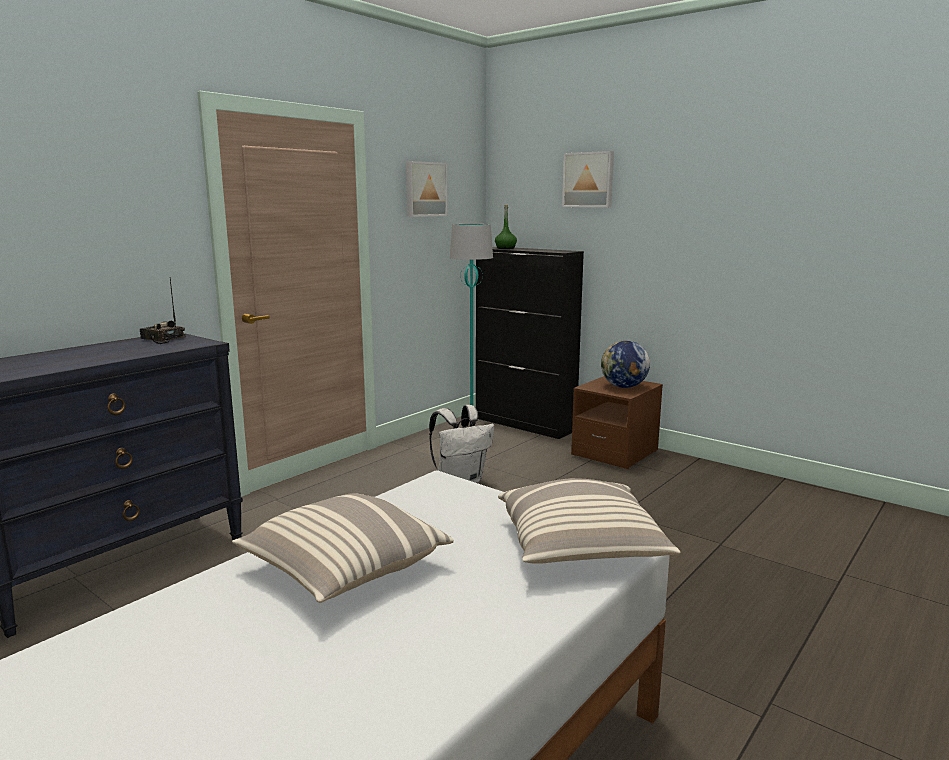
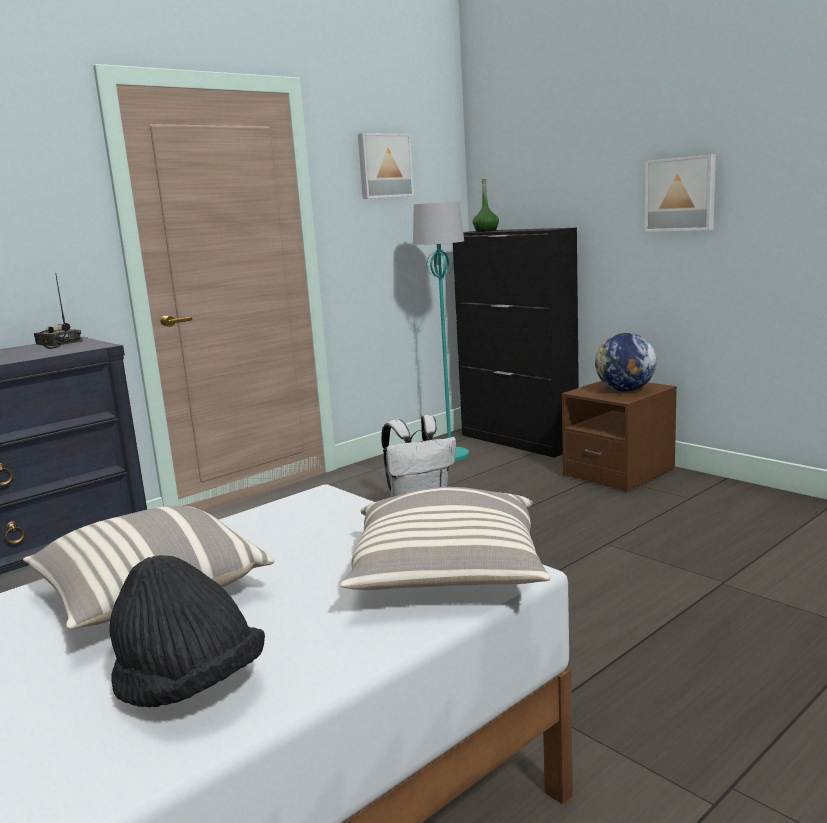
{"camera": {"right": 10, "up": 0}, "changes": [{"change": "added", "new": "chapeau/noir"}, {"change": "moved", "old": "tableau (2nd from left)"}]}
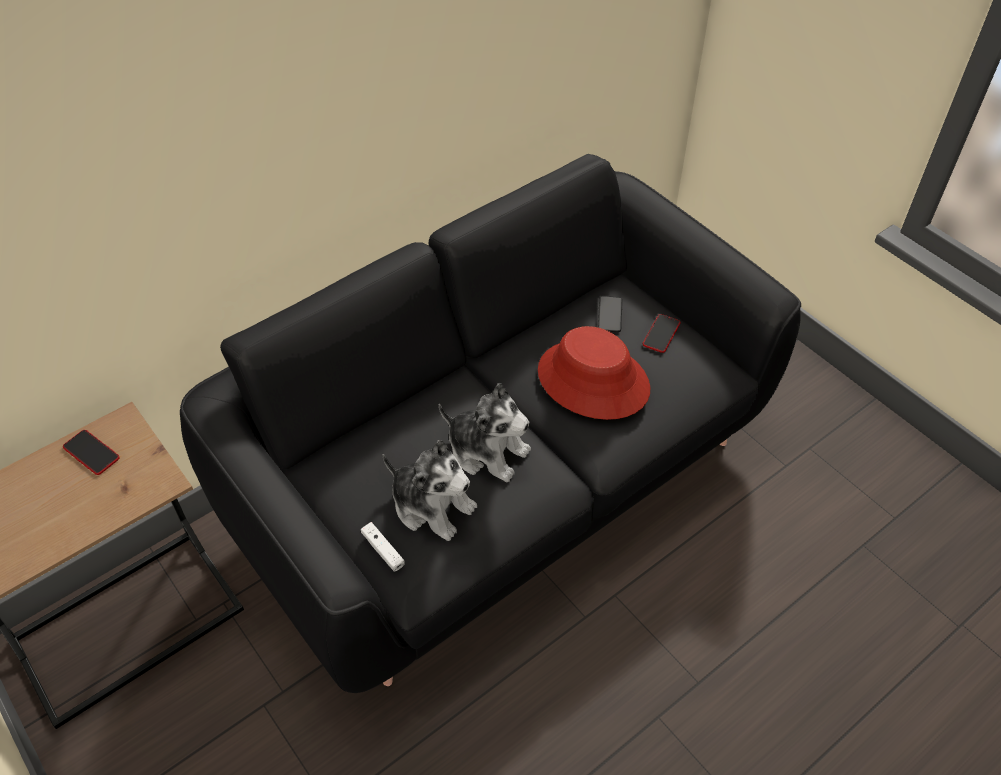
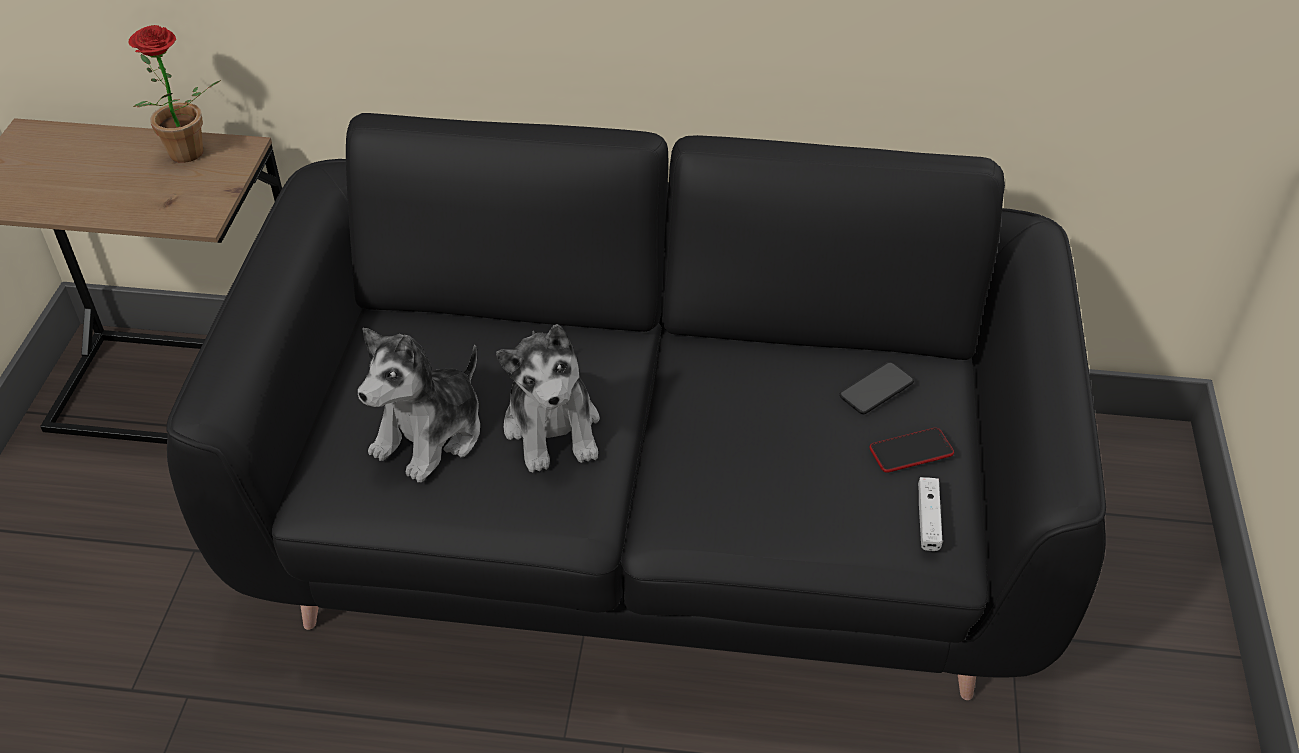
{"camera": {"right": 45, "up": -5}, "changes": [{"change": "replaced", "old": "téléphone (1st from left)", "new": "plante en pot"}, {"change": "turned", "old": "peluche (1st from left)", "degrees": 45}, {"change": "moved", "old": "manette/blanc"}, {"change": "removed", "old": "chapeau/rouge"}]}
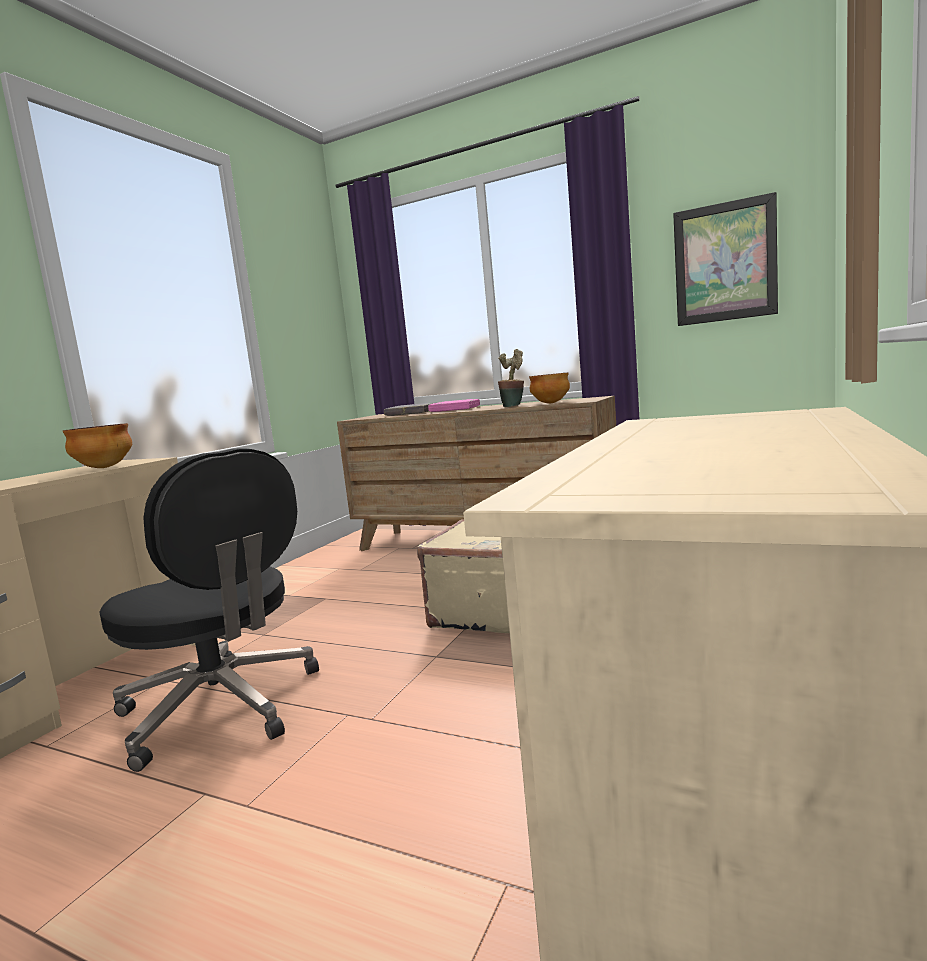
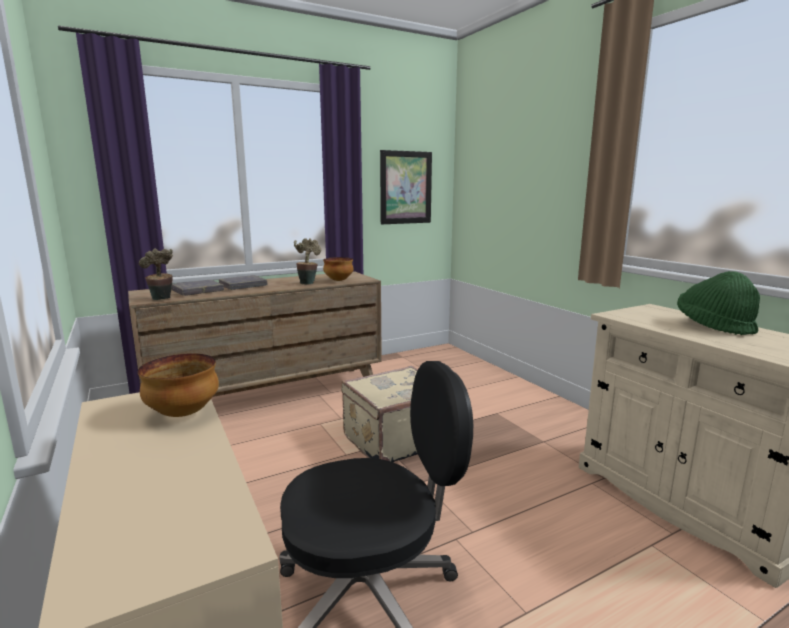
{"camera": {"right": -55, "up": 5}, "changes": [{"change": "added", "new": "plante en pot (1st from left)"}, {"change": "recoloured", "old": "livre/rose", "new": "livre/gris (2nd from left)"}, {"change": "added", "new": "chapeau/vert"}]}
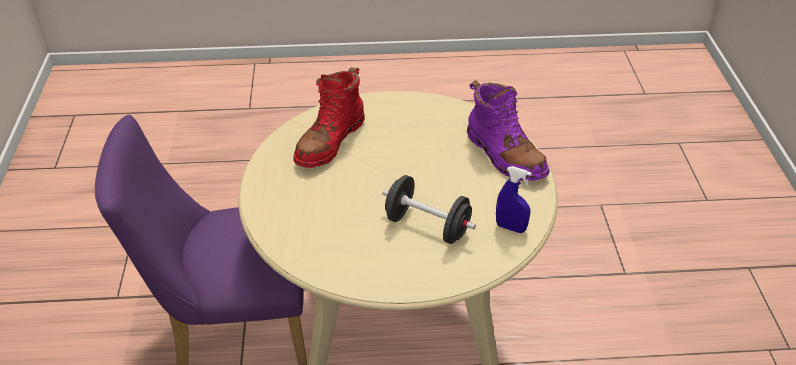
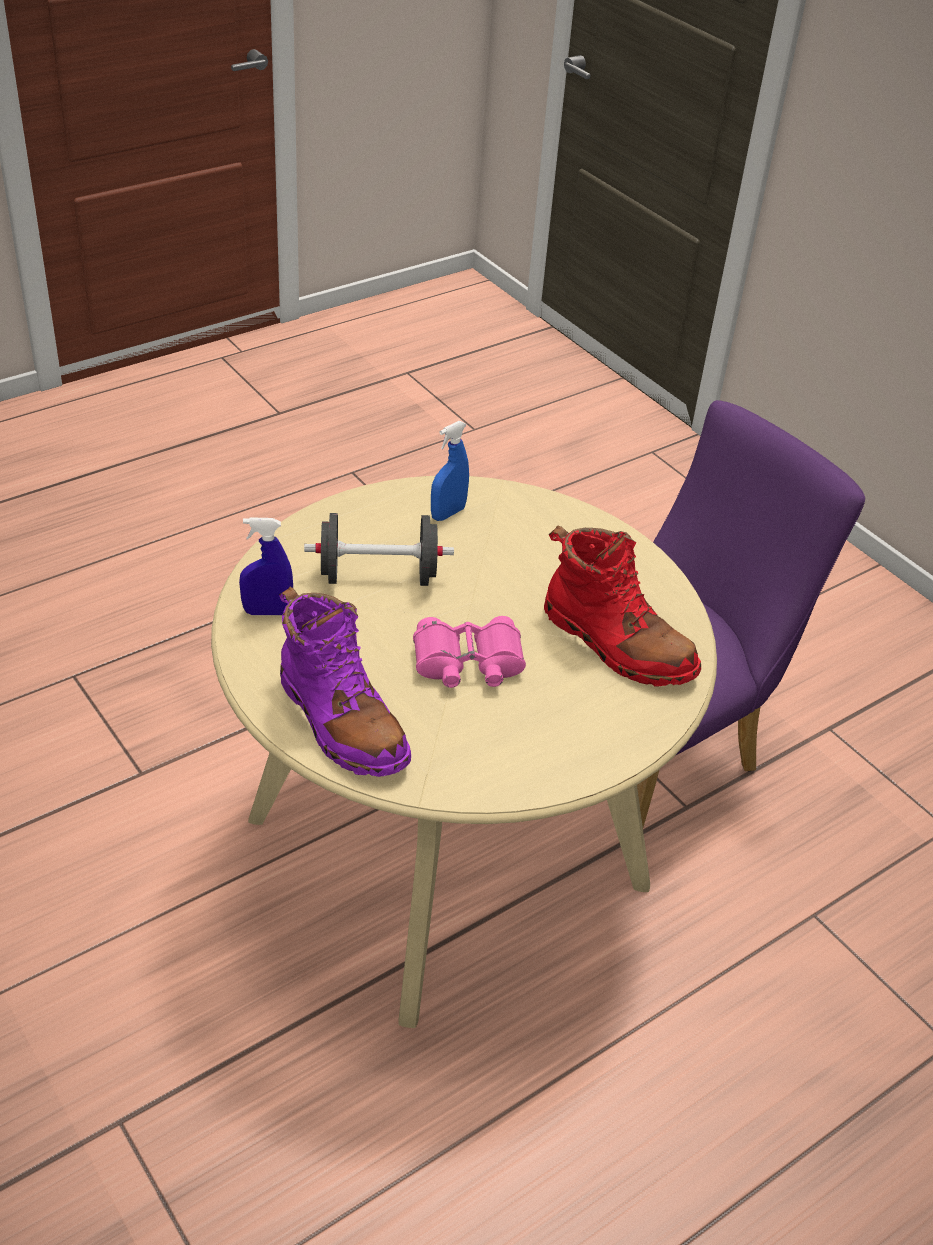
{"camera": {"right": 145, "up": 0}, "changes": [{"change": "turned", "old": "botte/violet", "degrees": -150}, {"change": "added", "new": "jumelles/rose"}, {"change": "added", "new": "vaporisateur/bleu (2nd from left)"}, {"change": "turned", "old": "botte/rouge", "degrees": 135}]}
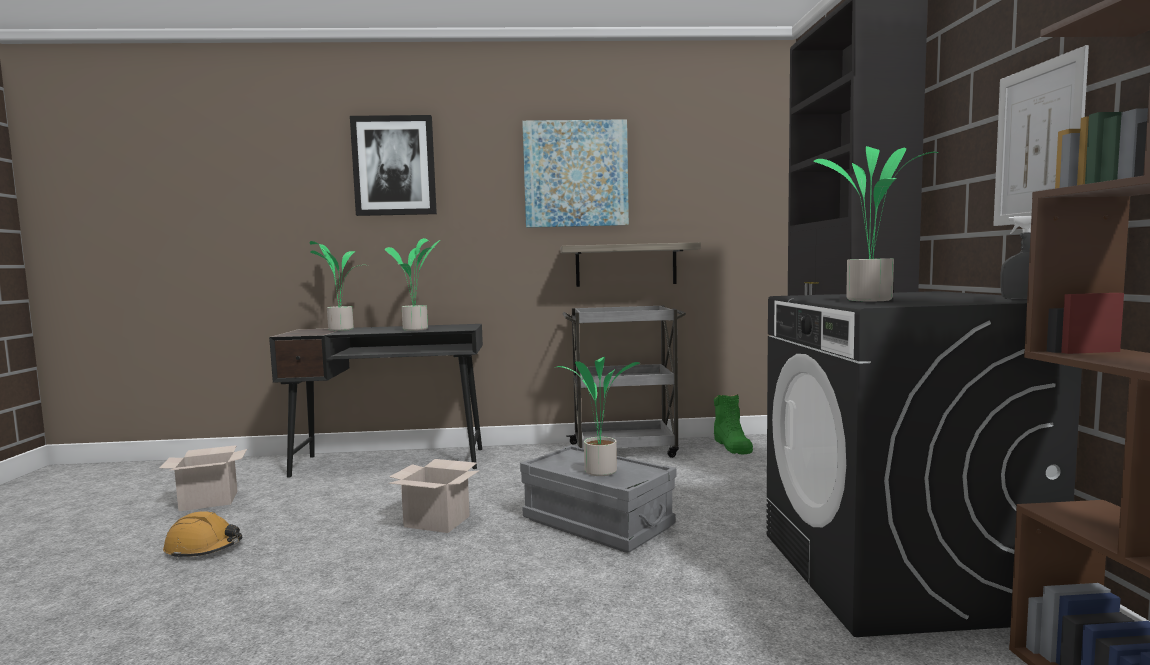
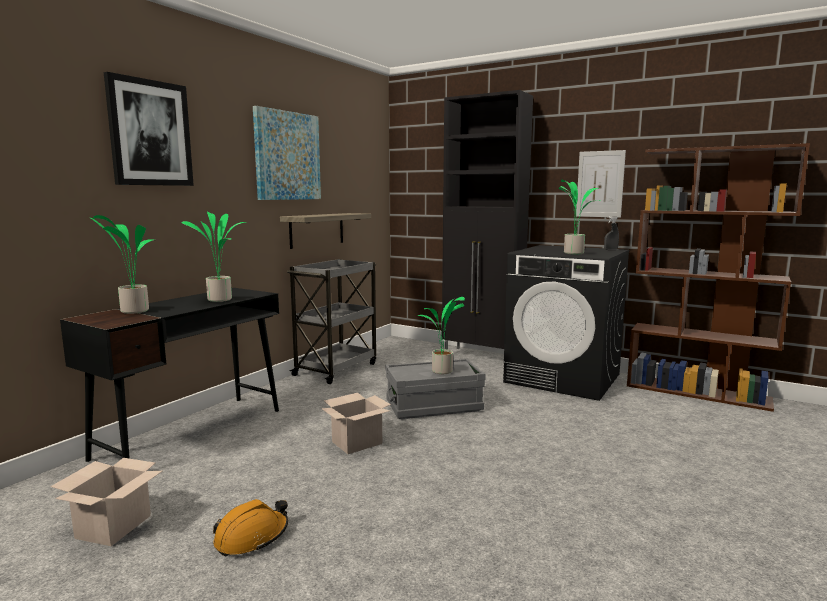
{"camera": {"right": -55, "up": 5}, "changes": [{"change": "removed", "old": "botte/vert"}]}
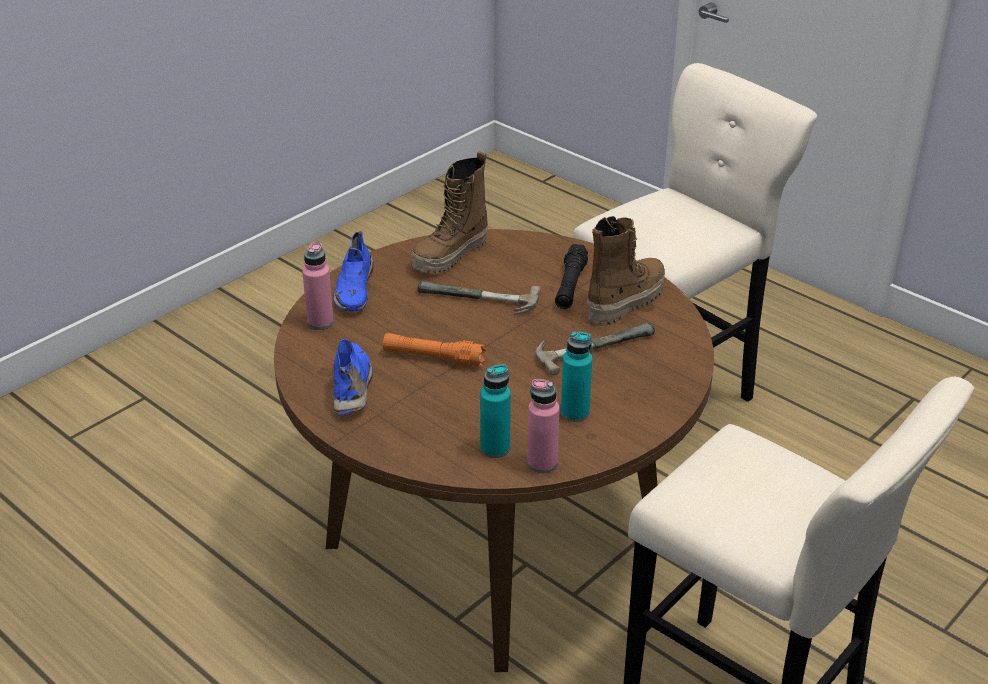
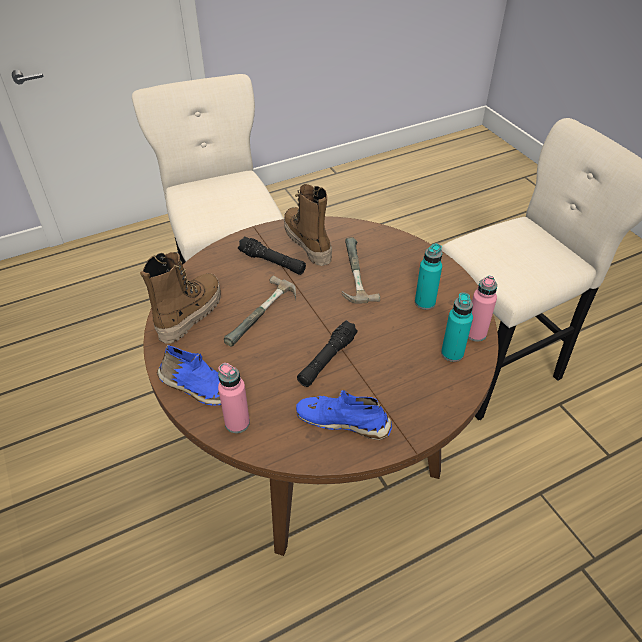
{"camera": {"right": -70, "up": 10}, "changes": [{"change": "turned", "old": "botte (1st from left)", "degrees": -120}, {"change": "recoloured", "old": "lampe de poche/orange", "new": "lampe de poche/noir (2nd from left)"}]}
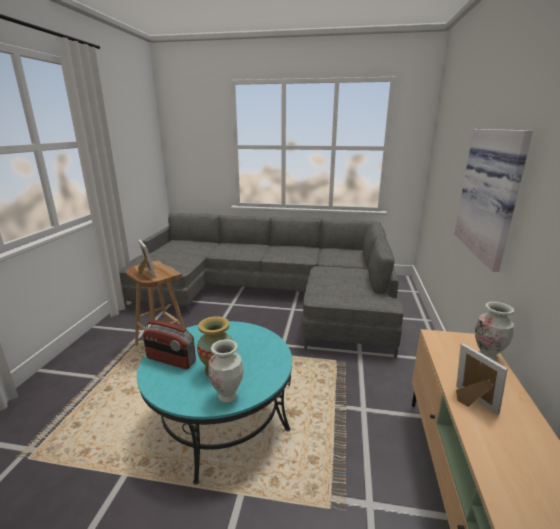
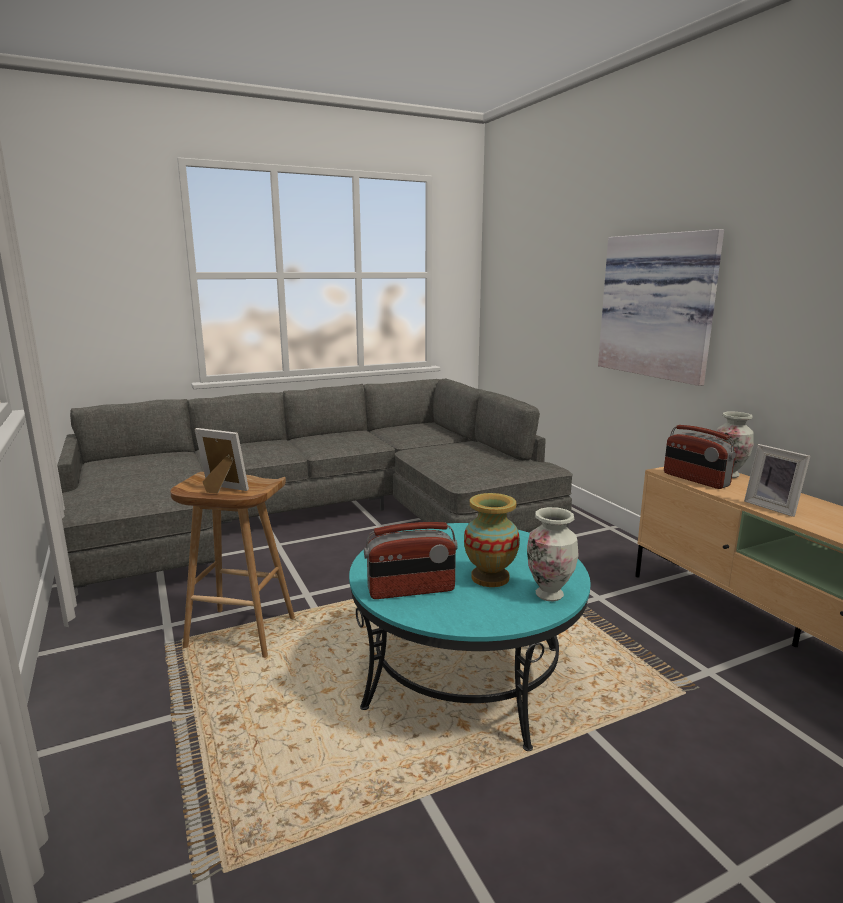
{"camera": {"right": -35, "up": -5}, "changes": [{"change": "added", "new": "radio (2nd from left)"}, {"change": "turned", "old": "cadre photo (2nd from left)", "degrees": -150}]}
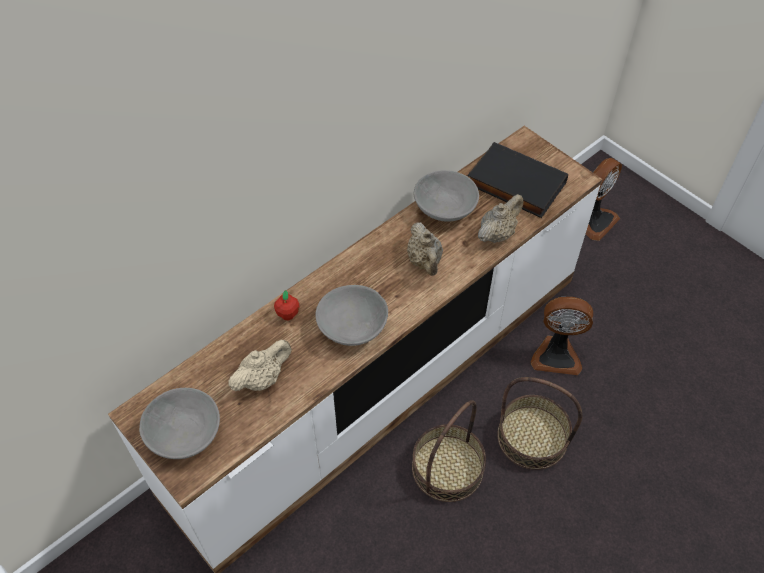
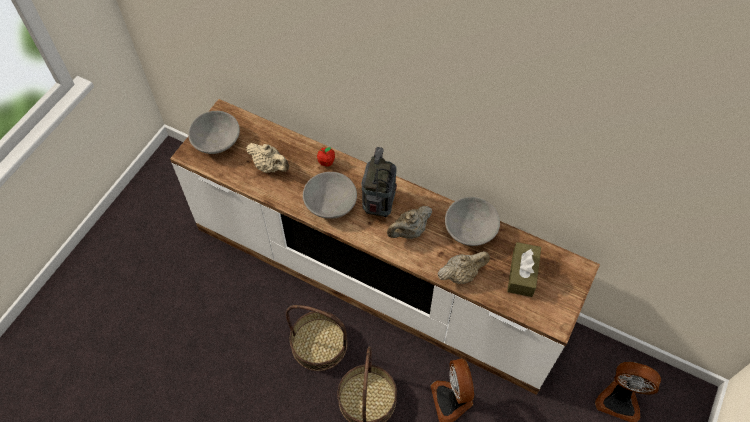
{"camera": {"right": 70, "up": 5}, "changes": [{"change": "added", "new": "radio"}, {"change": "turned", "old": "théière/beige (3rd from left)", "degrees": -45}, {"change": "replaced", "old": "livre/noir", "new": "boîte à mouchoirs/marron"}]}
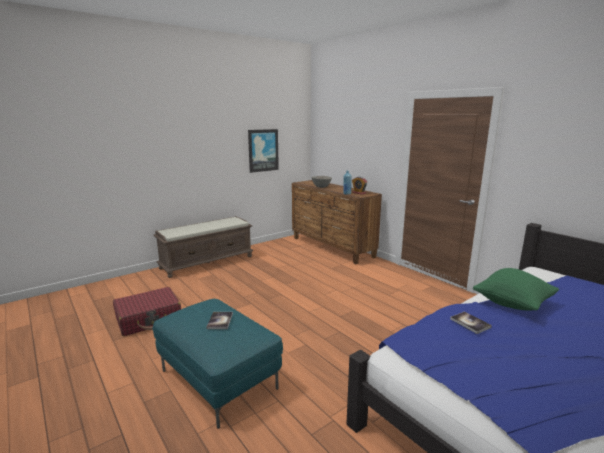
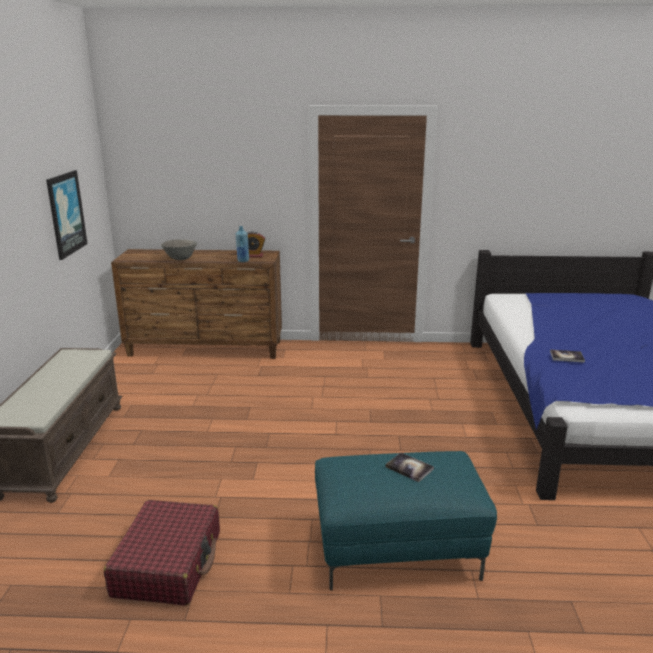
{"camera": {"right": -50, "up": 5}, "changes": [{"change": "removed", "old": "coussin/vert"}]}
